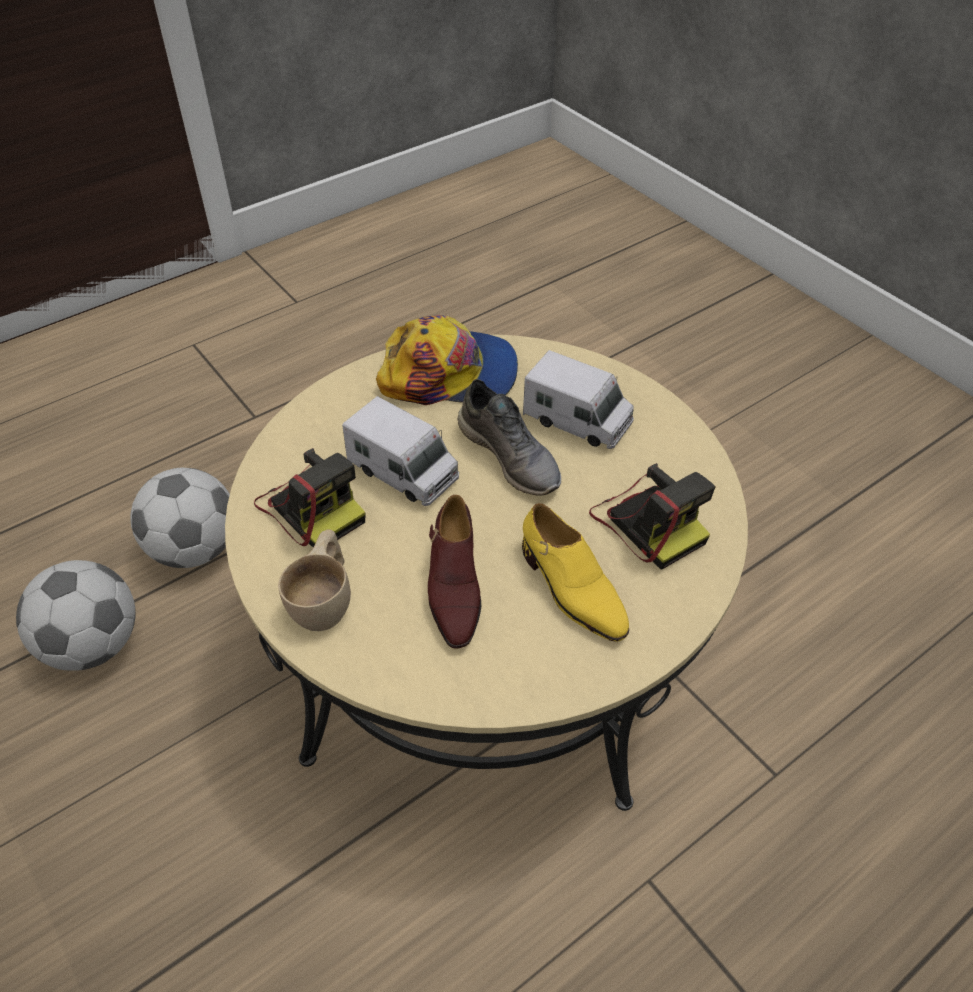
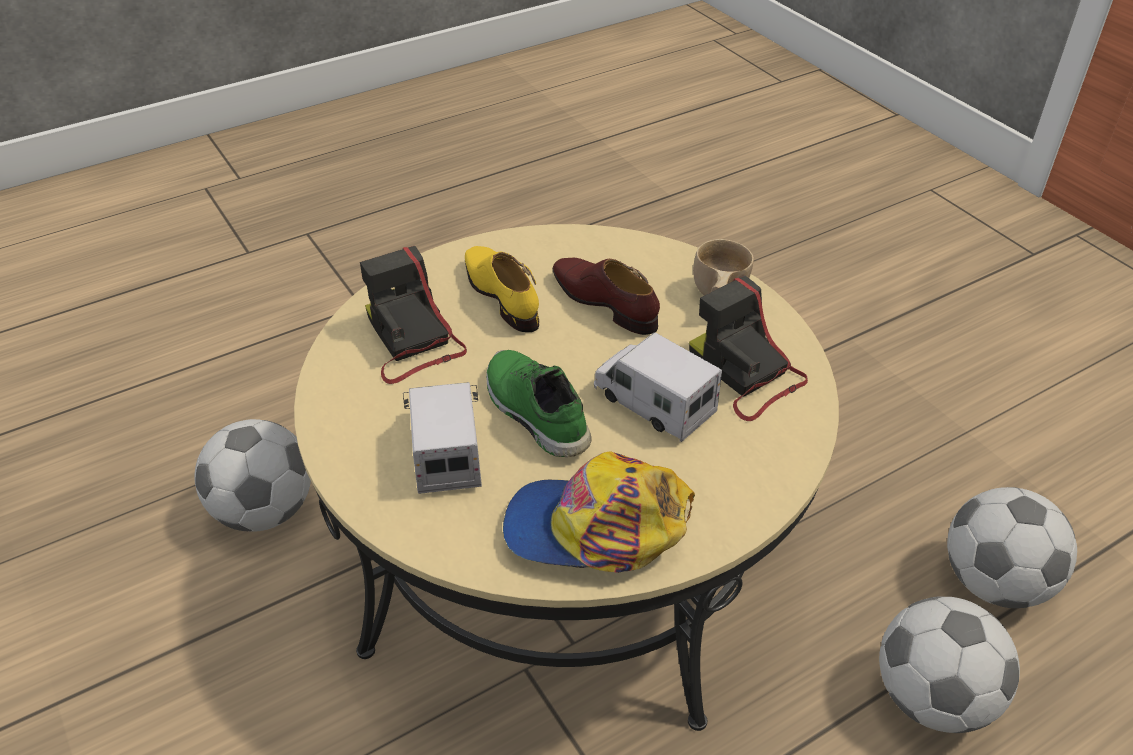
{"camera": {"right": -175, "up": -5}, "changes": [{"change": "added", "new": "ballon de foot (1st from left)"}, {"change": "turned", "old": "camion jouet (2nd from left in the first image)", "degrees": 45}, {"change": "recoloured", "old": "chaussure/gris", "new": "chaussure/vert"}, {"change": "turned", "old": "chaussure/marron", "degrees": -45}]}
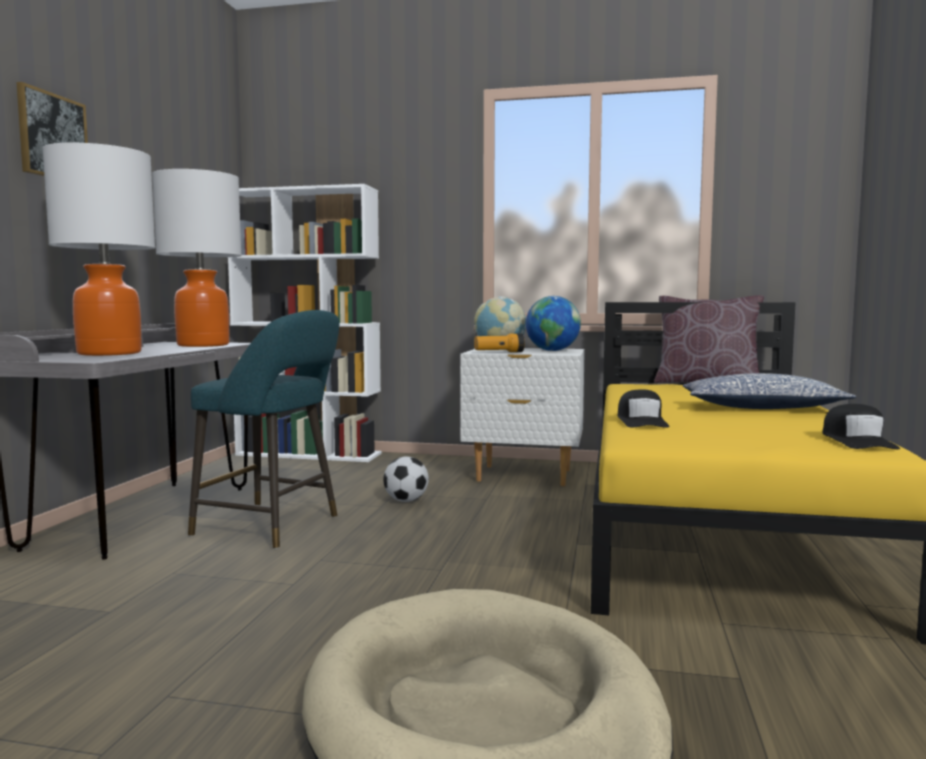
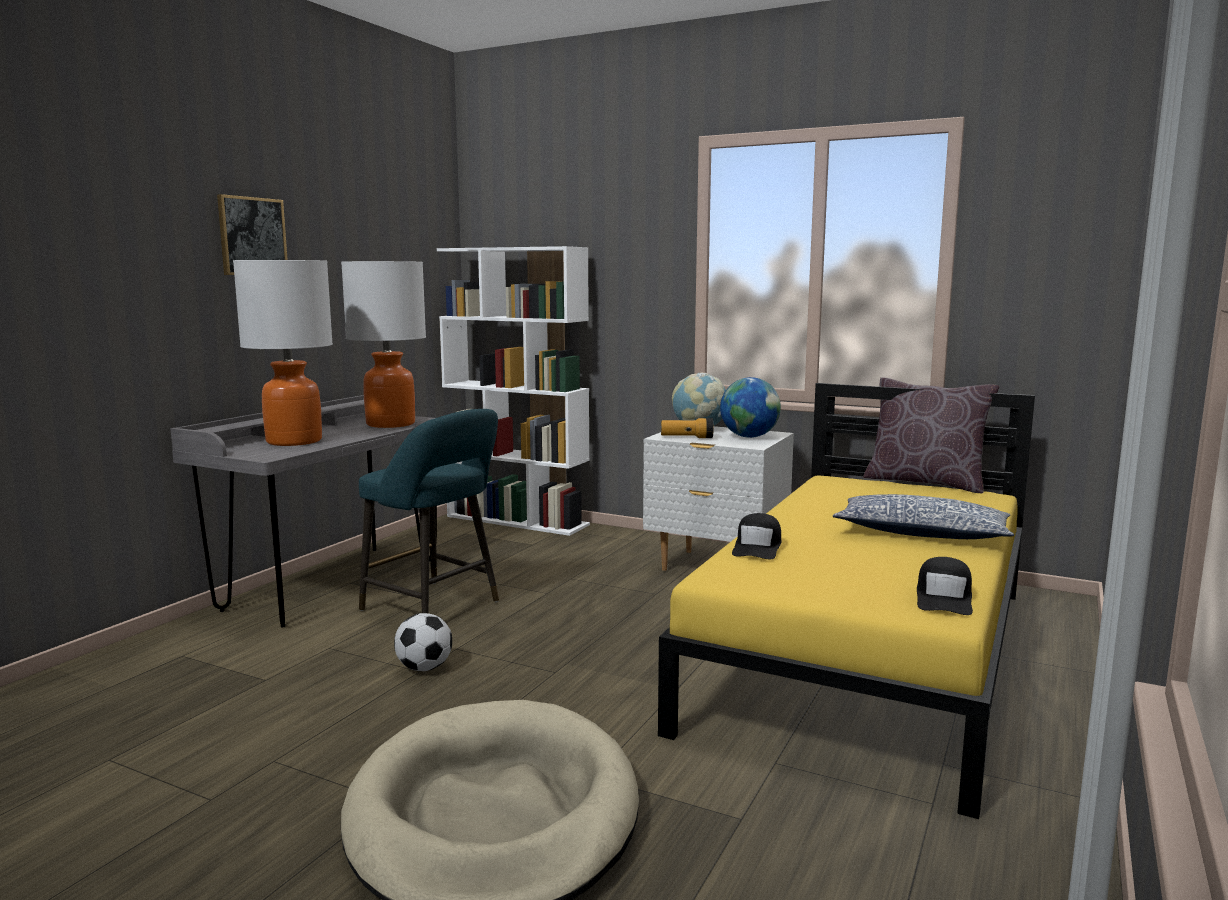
{"camera": {"right": 15, "up": 5}, "changes": [{"change": "moved", "old": "ballon de foot"}]}
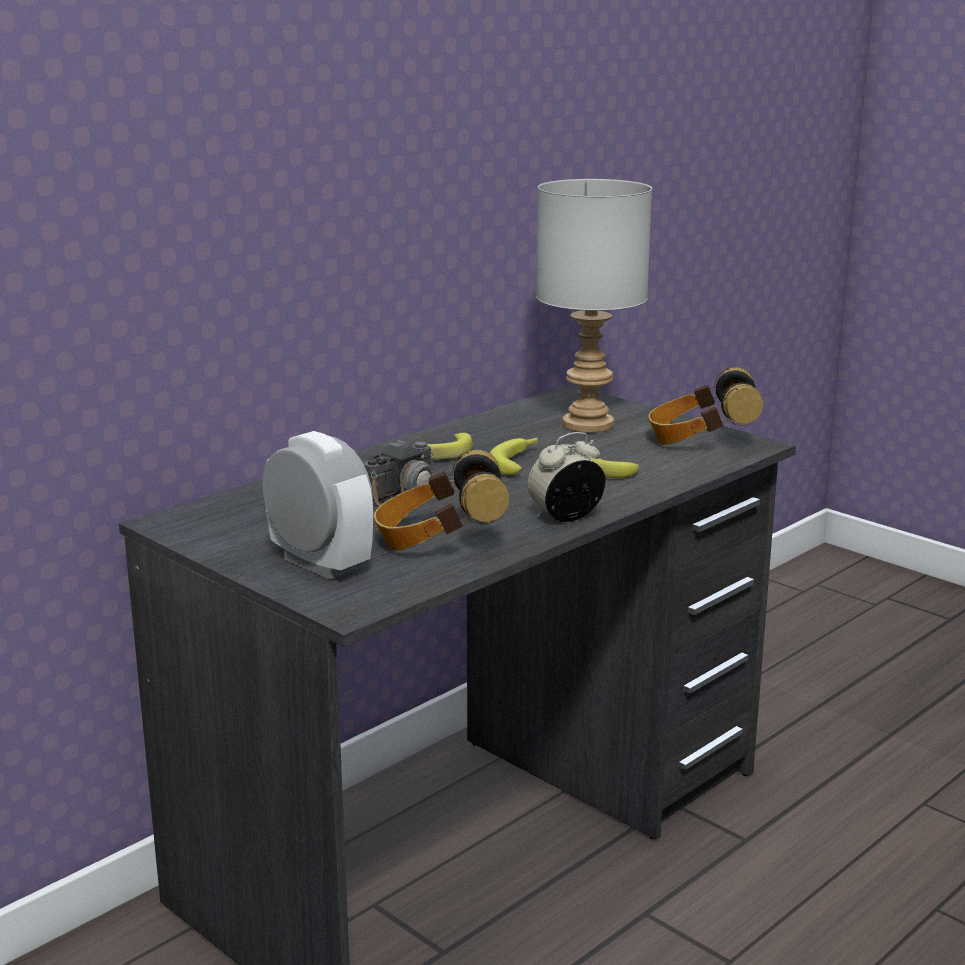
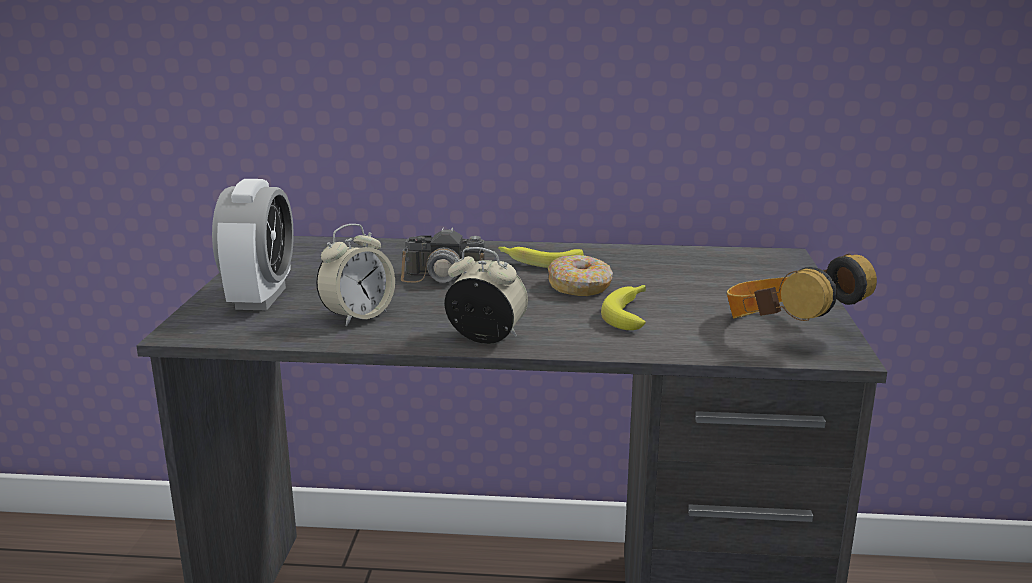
{"camera": {"right": 50, "up": 0}, "changes": [{"change": "replaced", "old": "casque audio (1st from left)", "new": "réveil (2nd from left)"}, {"change": "replaced", "old": "banane (2nd from left)", "new": "beignet"}, {"change": "removed", "old": "lampe de table/gris"}]}
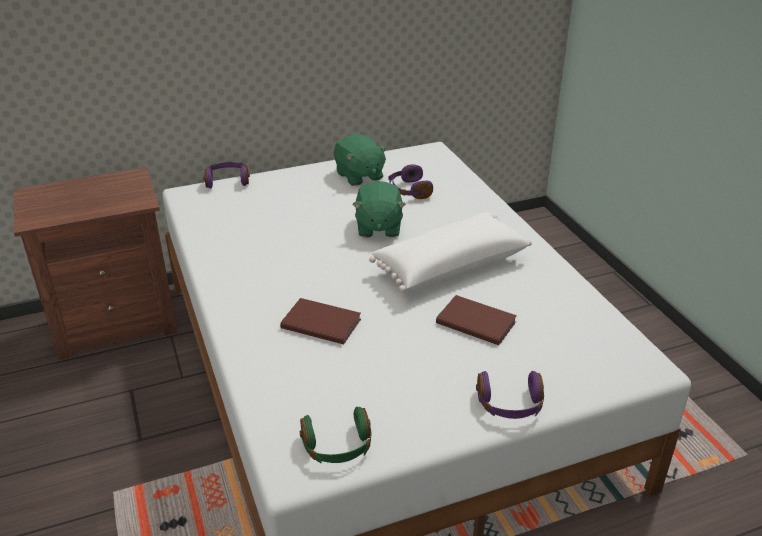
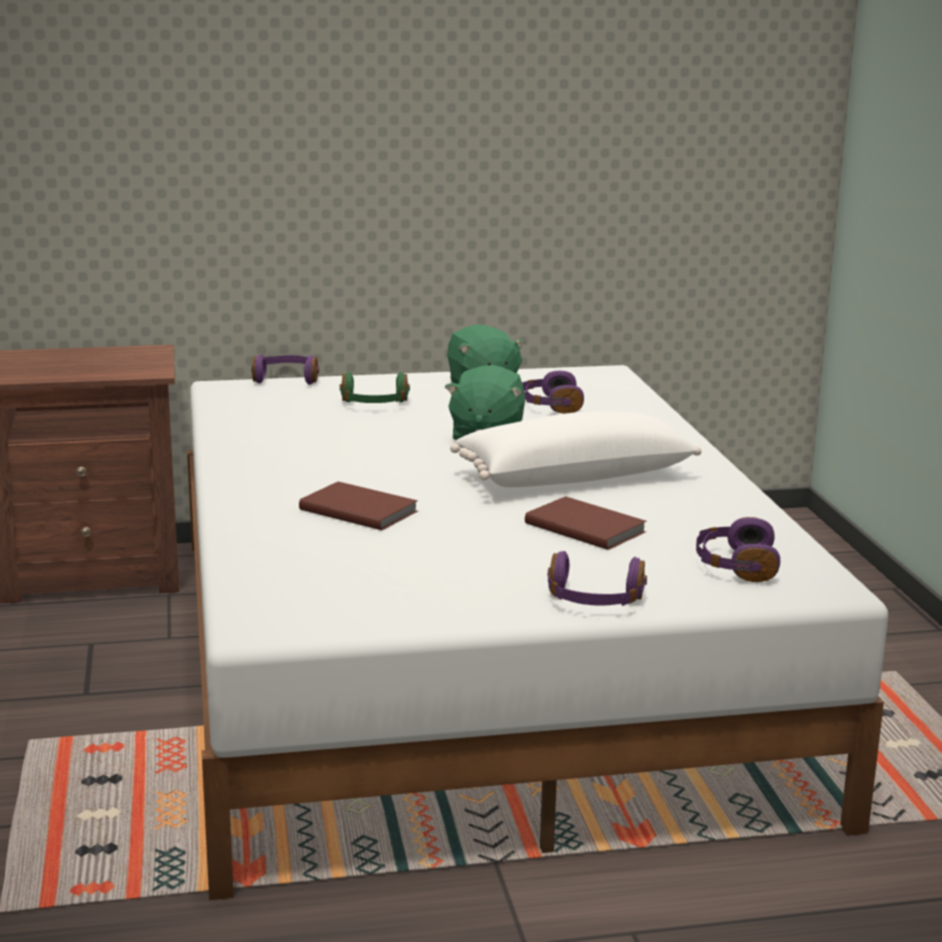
{"camera": {"right": 10, "up": -15}, "changes": [{"change": "moved", "old": "casque audio/vert"}, {"change": "added", "new": "casque audio/violet (4th from left)"}]}
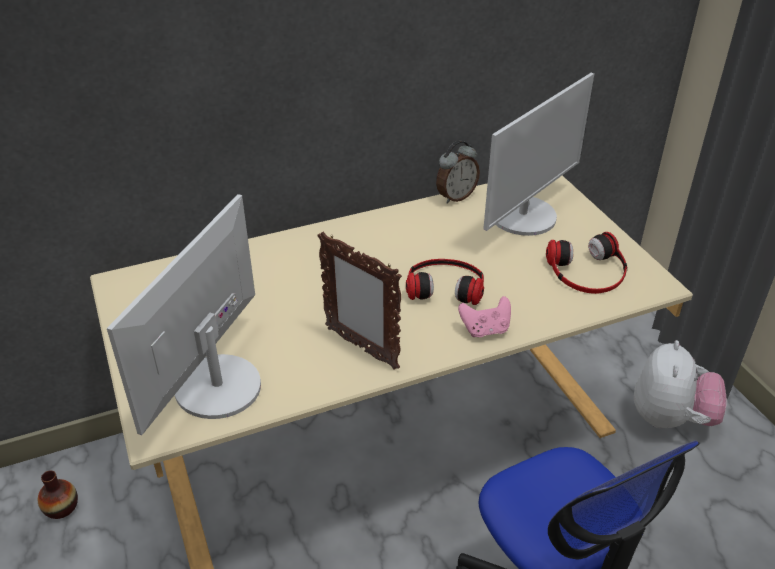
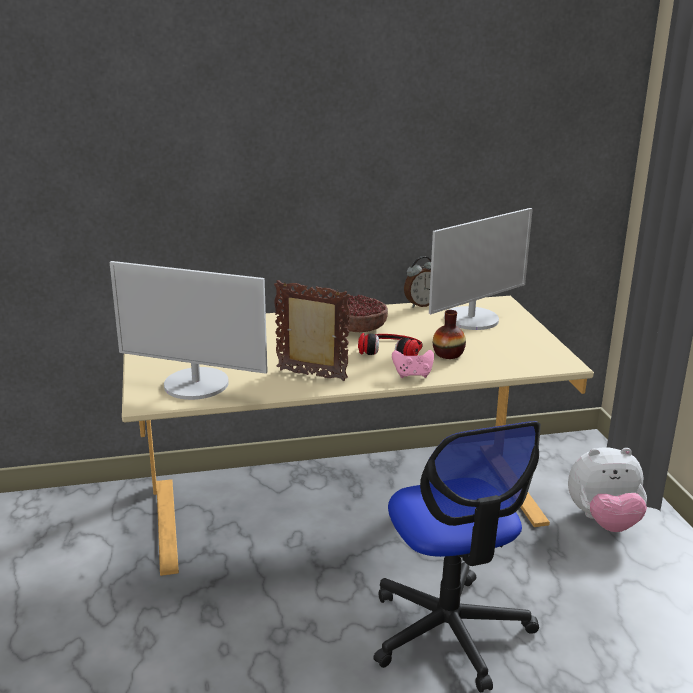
{"camera": {"right": 10, "up": -15}, "changes": [{"change": "turned", "old": "écran d'ordinateur (1st from left)", "degrees": -105}, {"change": "turned", "old": "cadre photo", "degrees": 150}, {"change": "added", "new": "bol"}, {"change": "moved", "old": "vase"}, {"change": "turned", "old": "peluche", "degrees": 60}, {"change": "removed", "old": "casque audio (2nd from left)"}]}
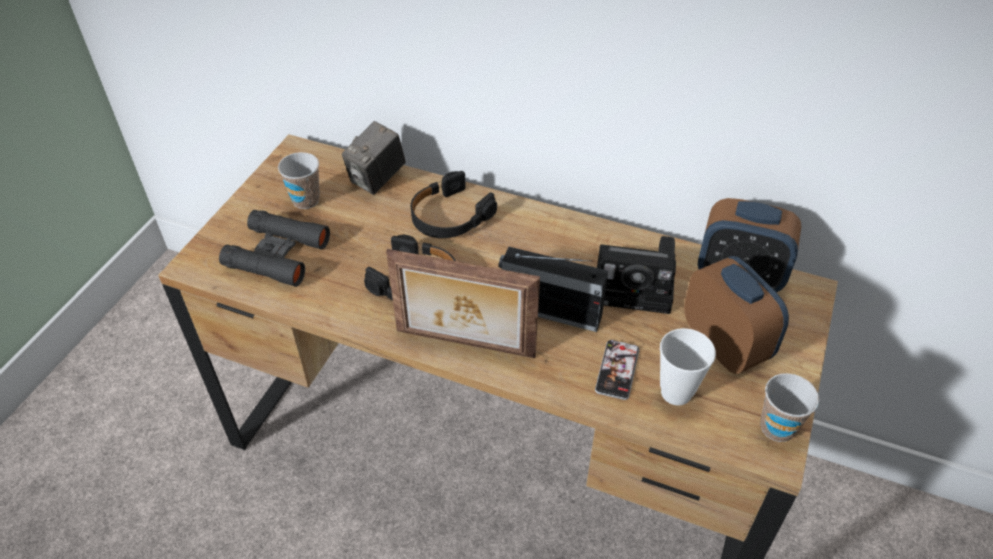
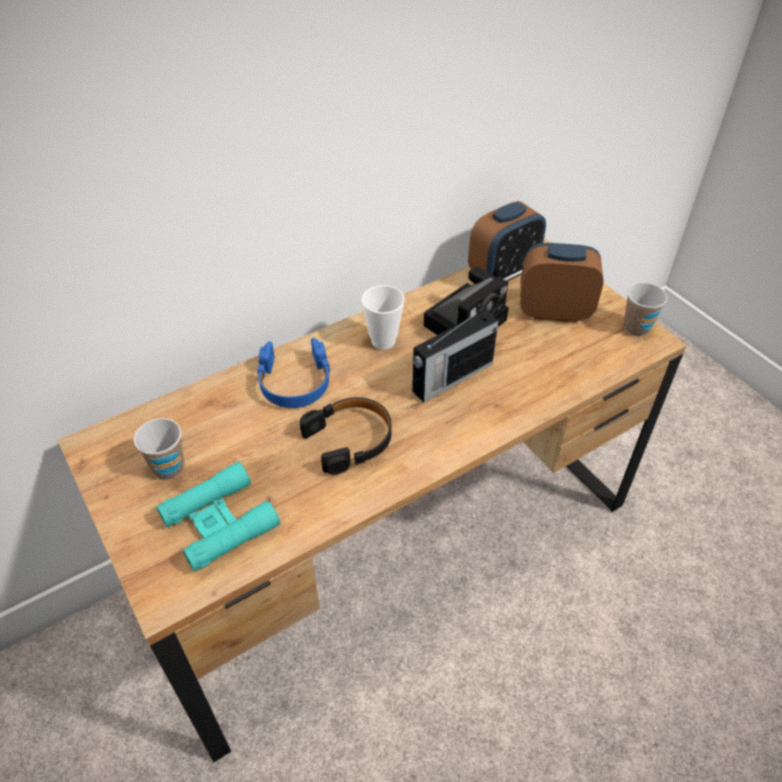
{"camera": {"right": -55, "up": 0}, "changes": [{"change": "recoloured", "old": "jumelles/noir", "new": "jumelles/turquoise"}, {"change": "recoloured", "old": "casque audio/noir (2nd from left)", "new": "casque audio/bleu"}, {"change": "moved", "old": "tasse (2nd from left)"}, {"change": "removed", "old": "appareil photo (1st from left)"}, {"change": "removed", "old": "cadre photo"}, {"change": "removed", "old": "téléphone"}]}
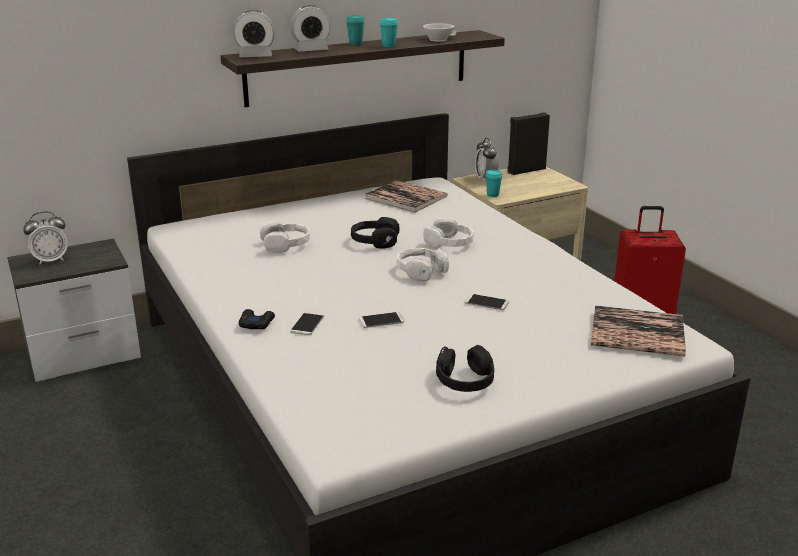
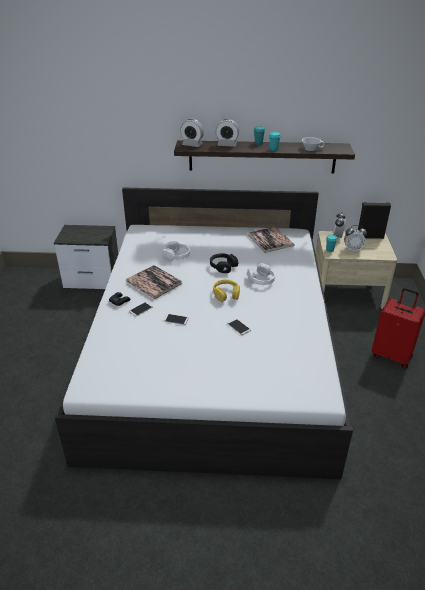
{"camera": {"right": 30, "up": 10}, "changes": [{"change": "moved", "old": "livre (2nd from left in the first image)", "new": "livre (1st from left)"}, {"change": "recoloured", "old": "casque audio/blanc (2nd from left)", "new": "casque audio/jaune"}, {"change": "moved", "old": "réveil (1st from left in the first image)", "new": "réveil (4th from left)"}, {"change": "removed", "old": "casque audio/noir (2nd from left)"}]}
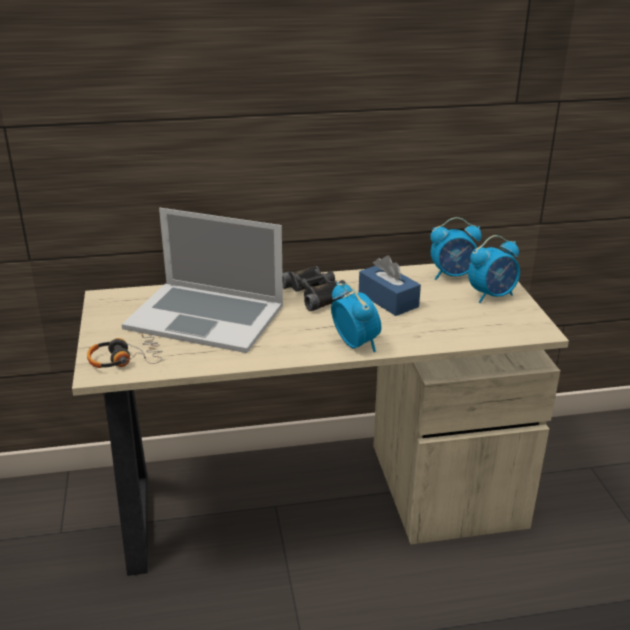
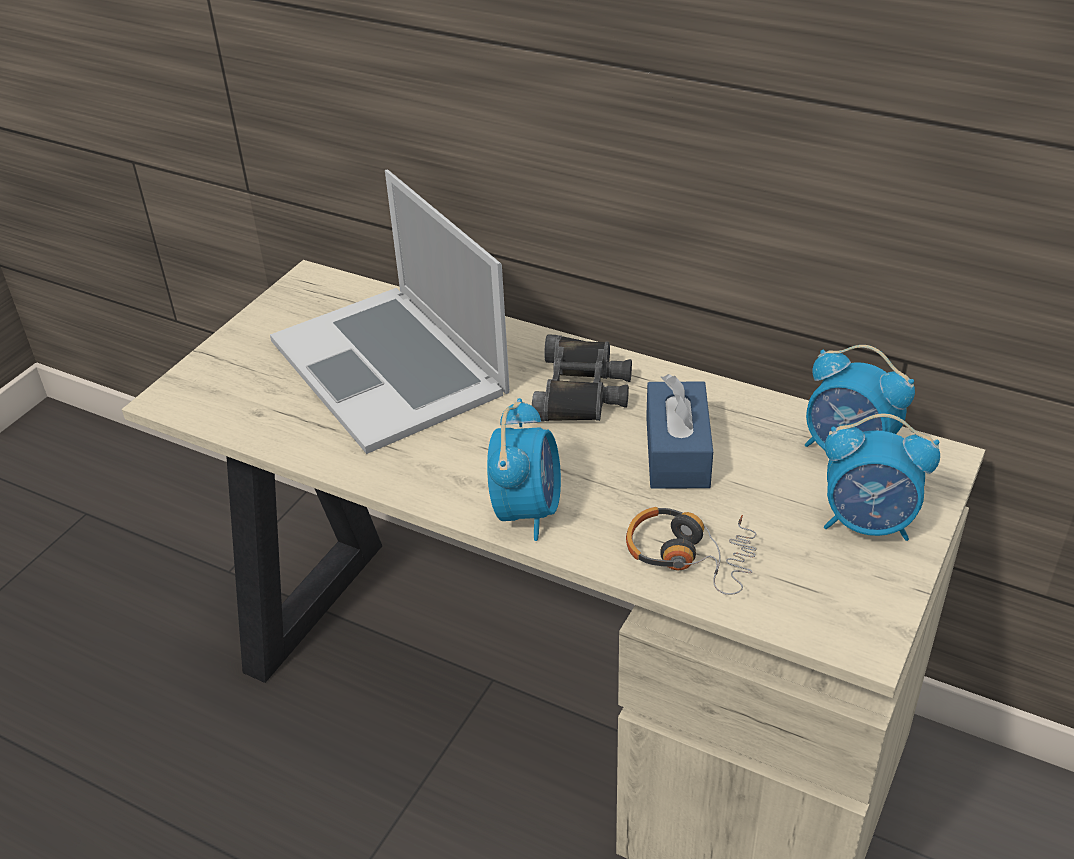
{"camera": {"right": 40, "up": 10}, "changes": [{"change": "moved", "old": "casque audio"}]}
